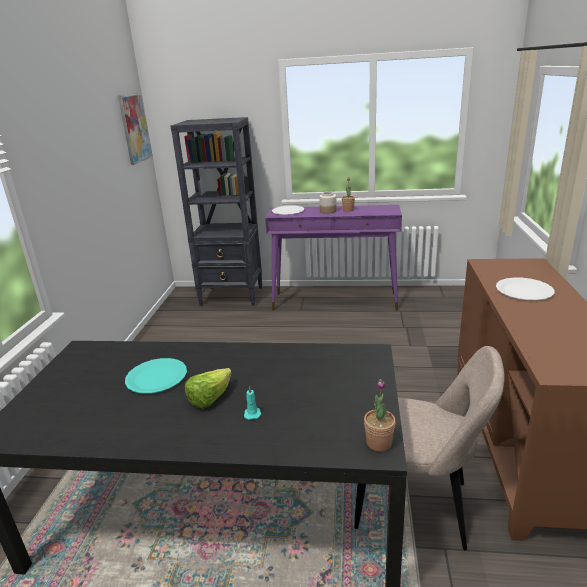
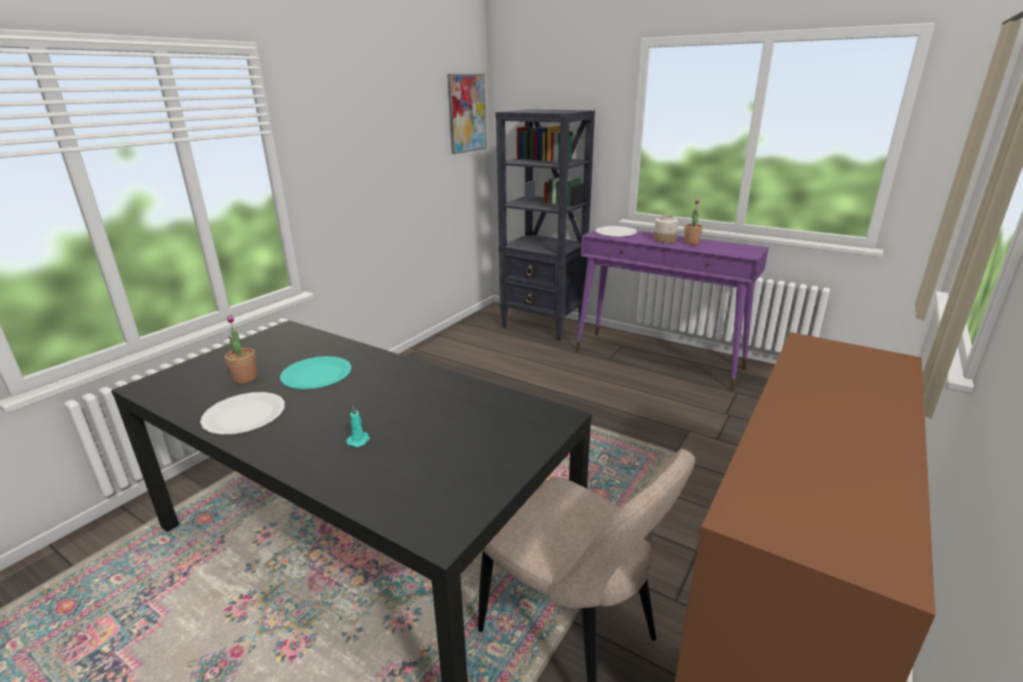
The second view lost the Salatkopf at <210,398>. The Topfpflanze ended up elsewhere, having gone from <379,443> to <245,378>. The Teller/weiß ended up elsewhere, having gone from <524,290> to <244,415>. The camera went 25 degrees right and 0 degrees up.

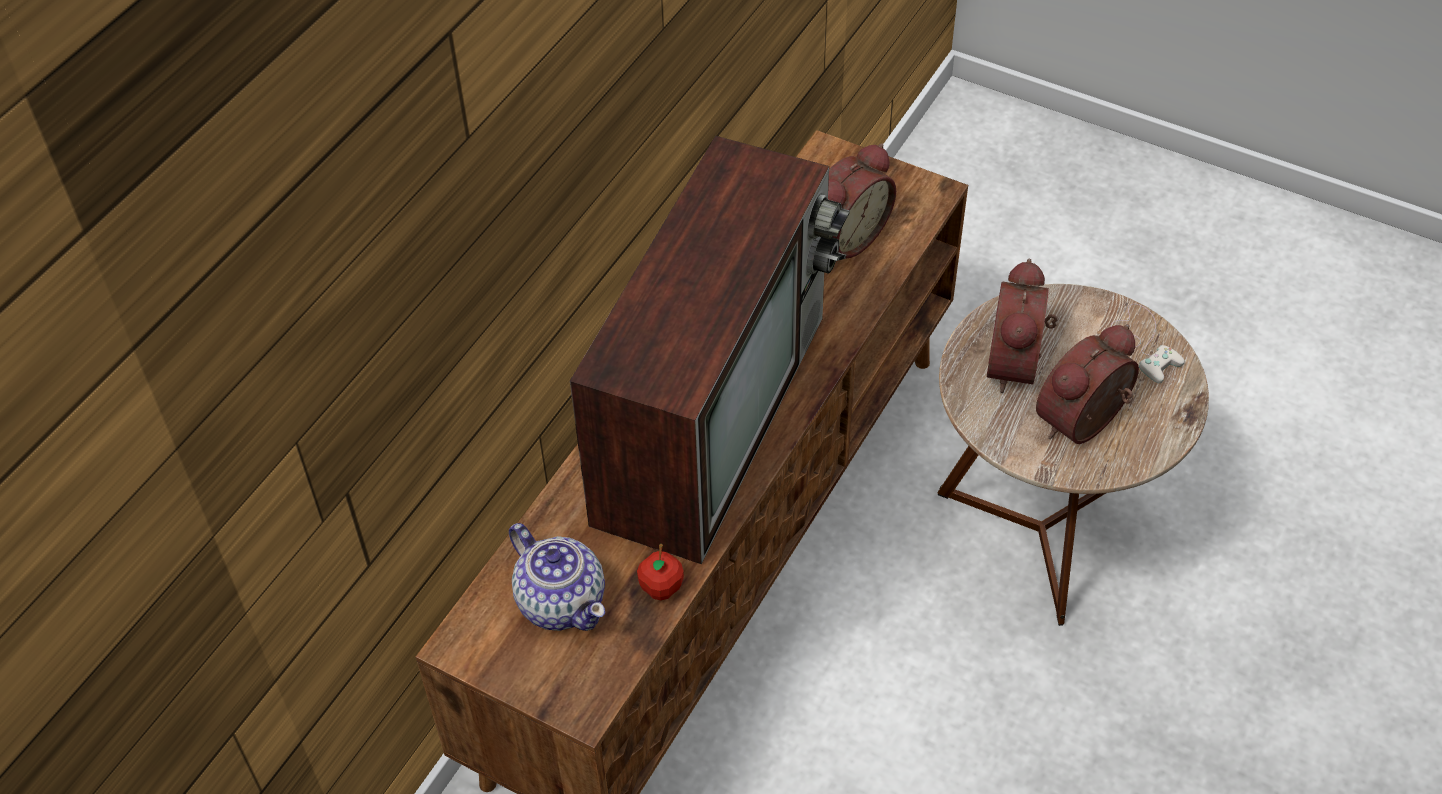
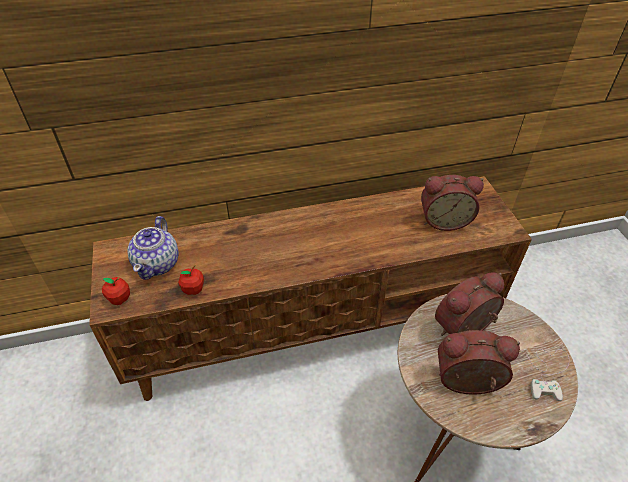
The second view lost the Fernseher at <711,412>. The second view gained the Apfel at <119,299>. The camera went 45 degrees right and 5 degrees down.

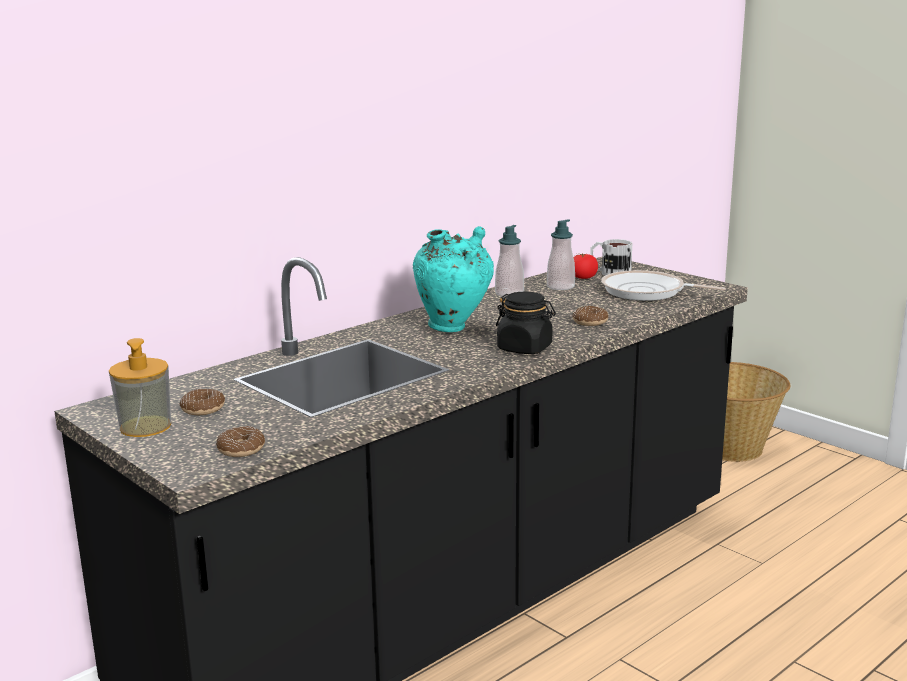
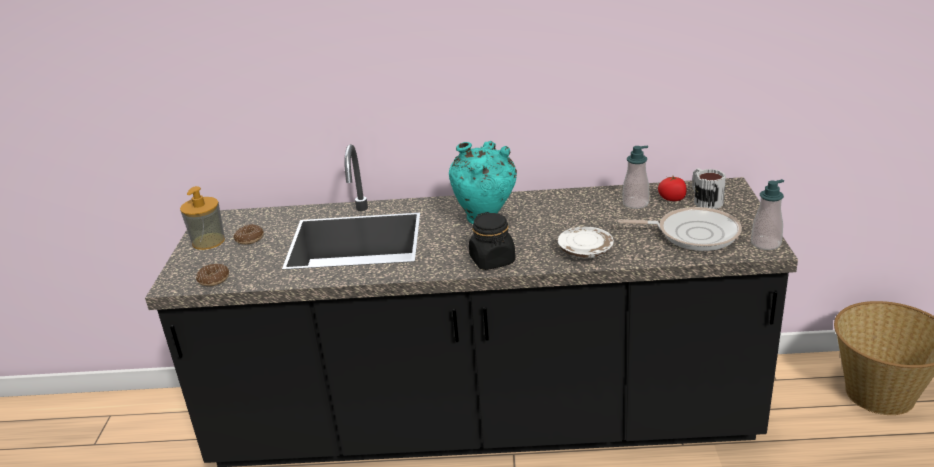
The Seifenspender ended up elsewhere, having gone from <509,294> to <765,243>. Where the Donut stood at <590,322>, the Teller/weiß came to stand at <585,251>. The Pfanne at <647,292> ended up facing another way, 120 degrees clockwise from before. The camera went 45 degrees right and 10 degrees up.

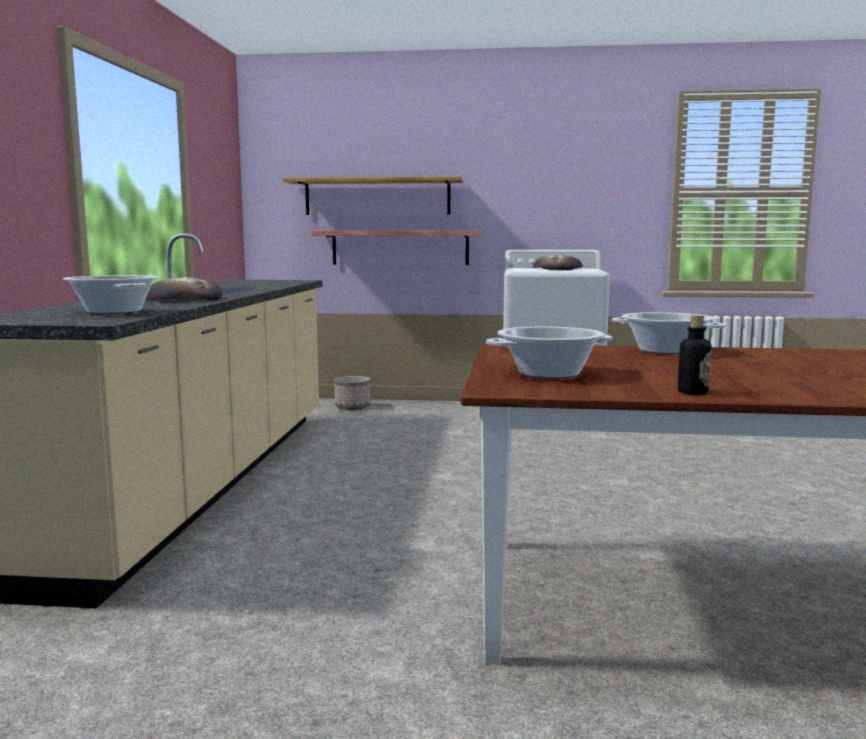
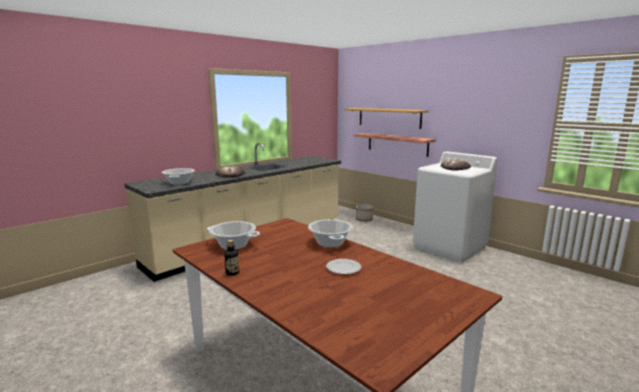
The second view gained the Teller at <344,268>. The camera went 40 degrees right and 5 degrees up.

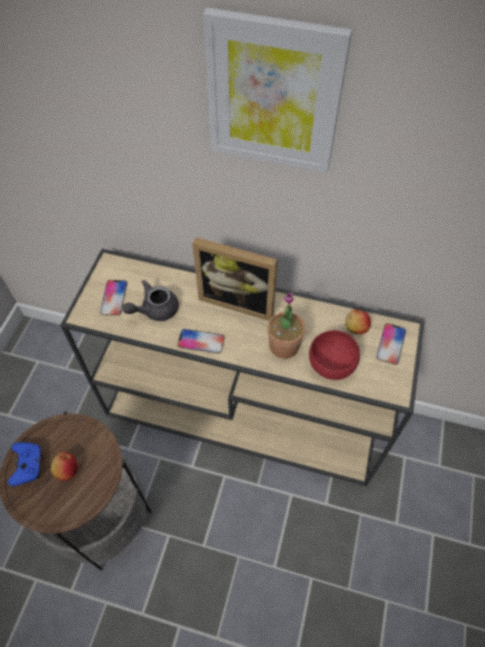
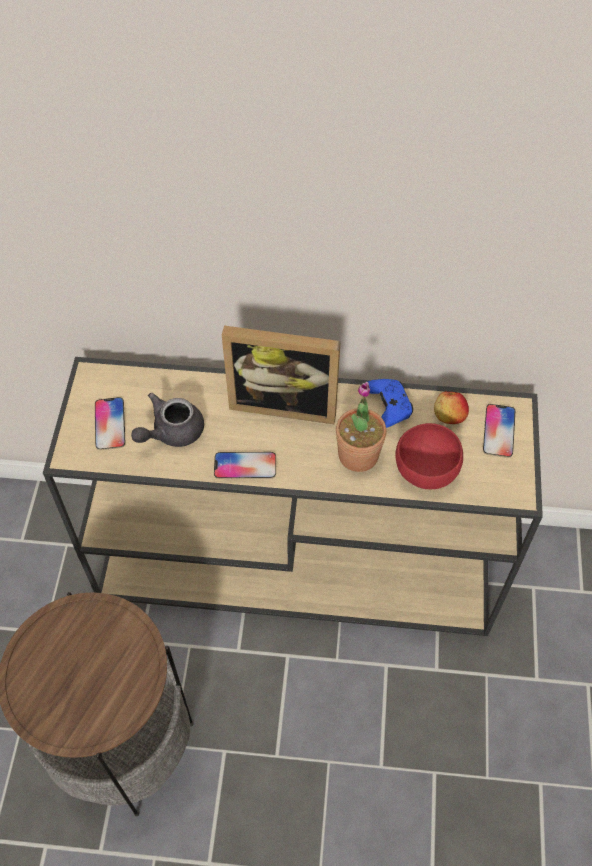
The Gamepad/blau ended up elsewhere, having gone from <28,465> to <388,407>. The second view lost the Apfel at <66,470>. The second view lost the Bild at <273,94>. The camera went 10 degrees left and 0 degrees up.

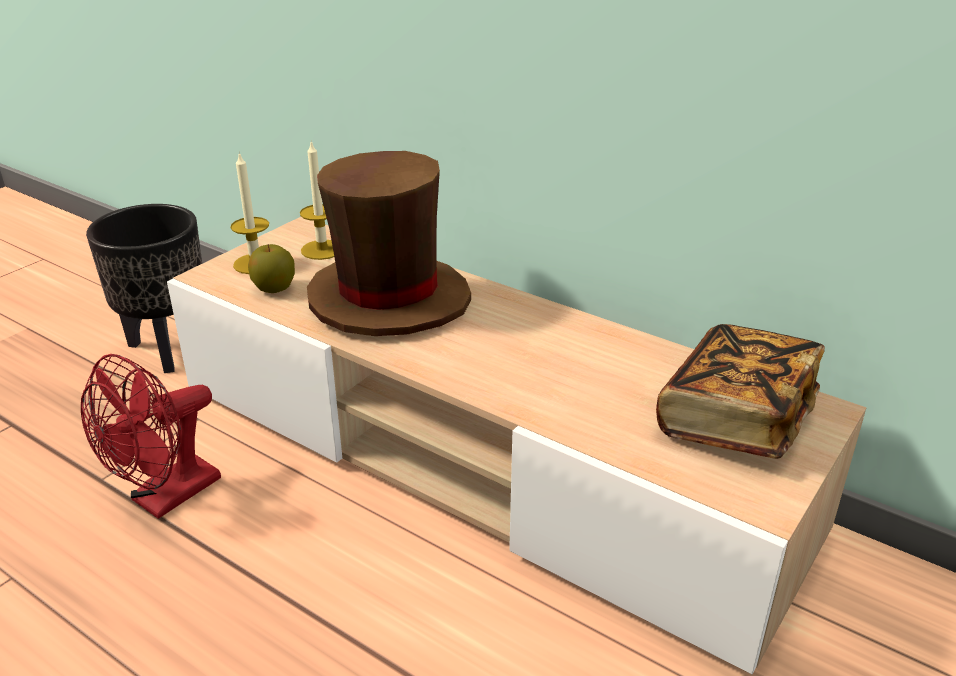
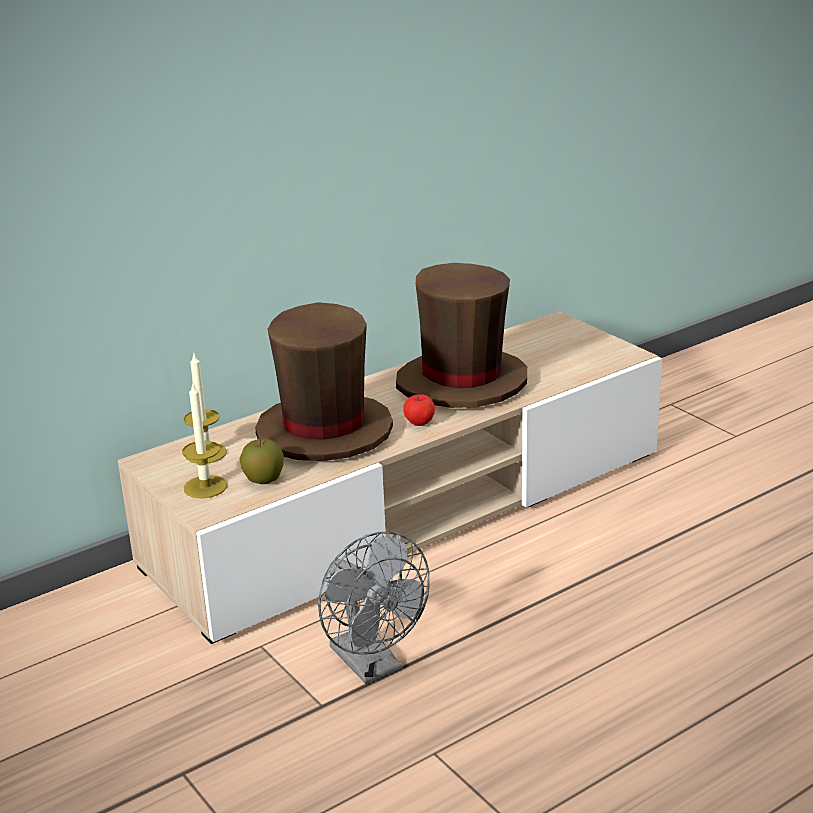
What was the Ventilator/rot at <166,498> turned into the Ventilator/grau at <373,665>. The second view lost the Pflanzkübel/schwarz at <170,349>. The second view lost the Buch at <735,419>. The second view gained the Hut/braun at <461,383>. The second view gained the Apfel at <420,422>. The camera went 70 degrees left and 5 degrees down.

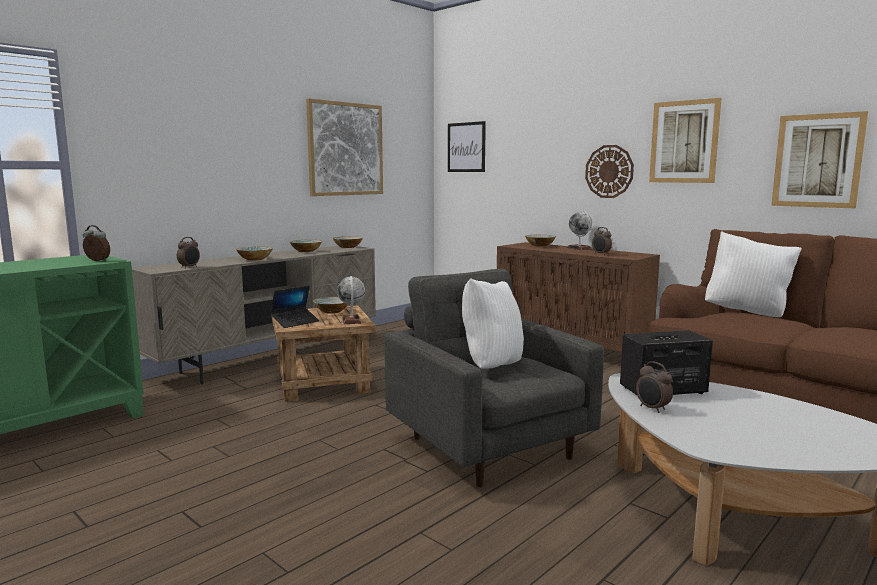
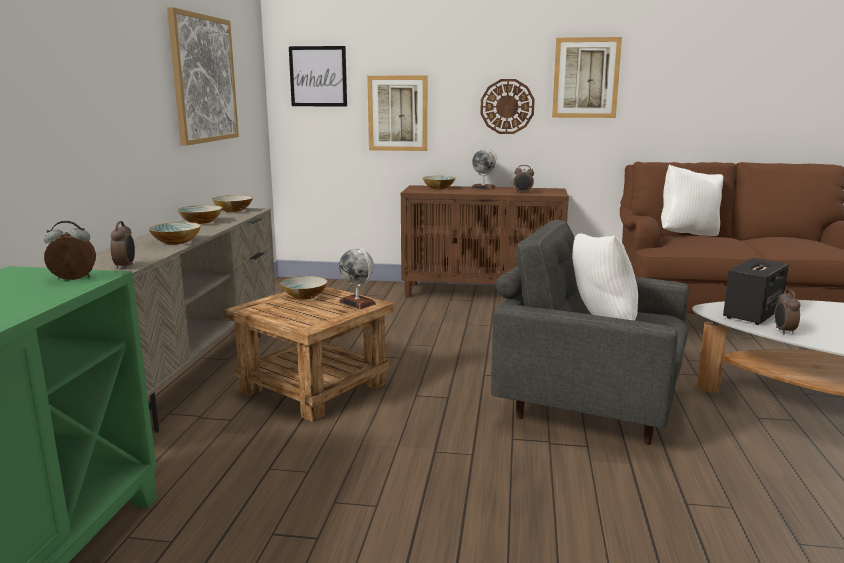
The second view lost the Laptop at <295,322>. The Wecker at <652,409> ended up facing another way, 75 degrees clockwise from before. The Bild ended up elsewhere, having gone from <817,161> to <397,113>. The camera went 35 degrees left and 5 degrees up.

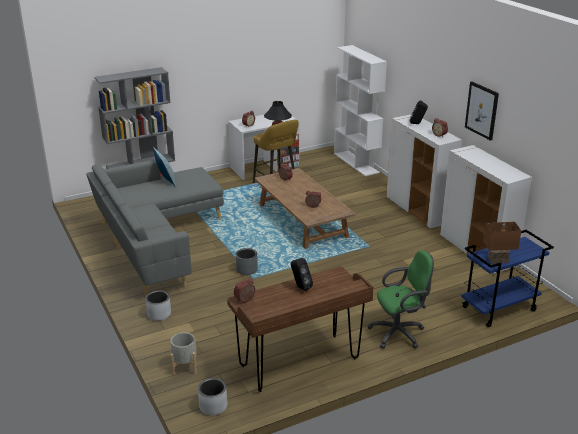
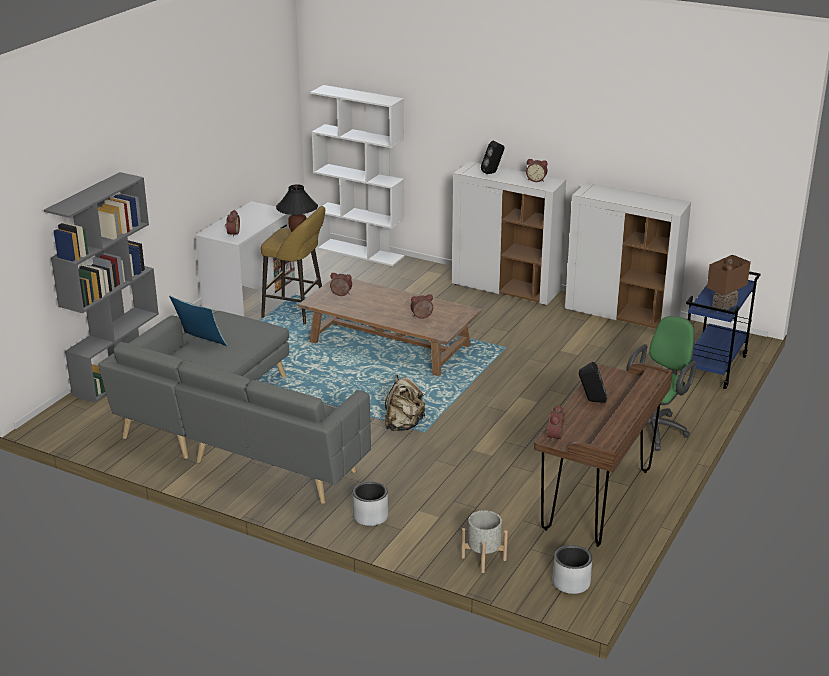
Where the Pflanzkübel/grau stood at <246,270>, the Rucksack/beige came to stand at <403,425>. The second view lost the Bild at <482,110>. The camera went 35 degrees left and 0 degrees up.

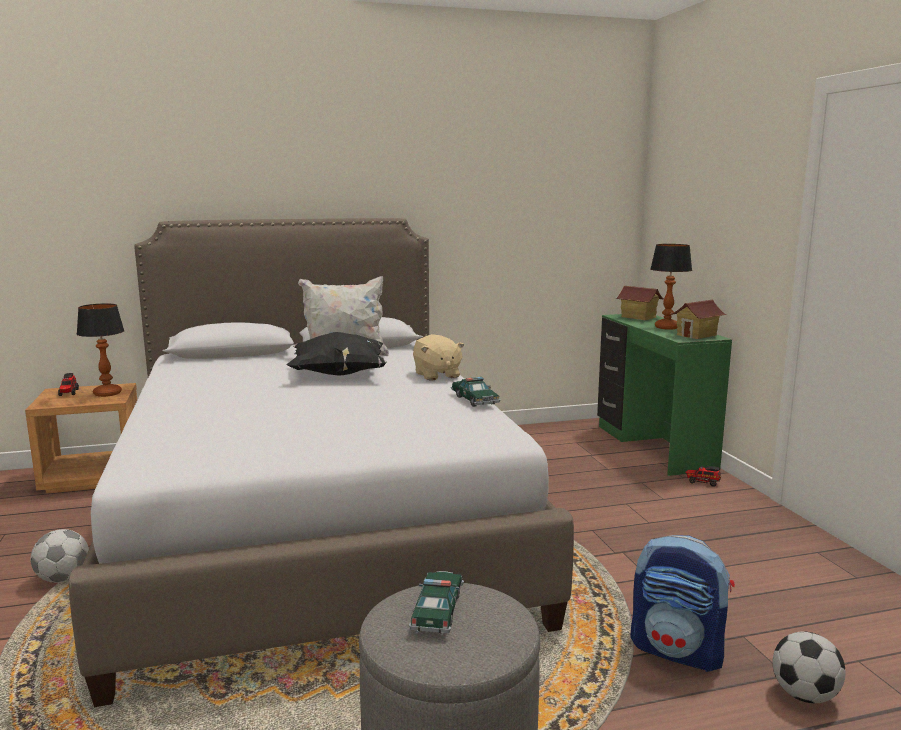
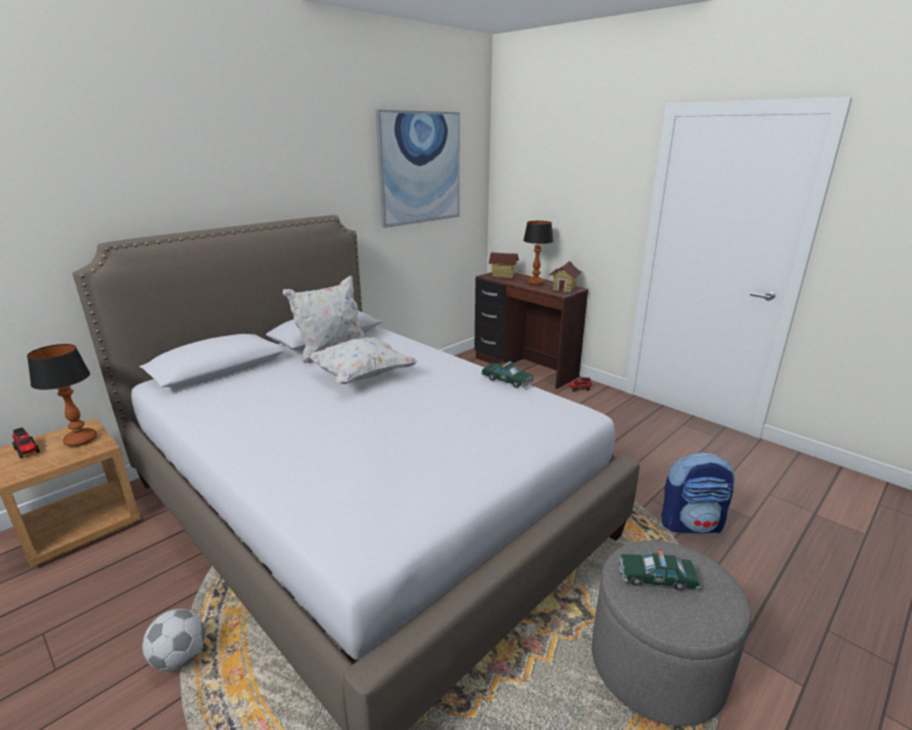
What was the Kissen/schwarz at <338,375> turned into the Kissen/weiß at <361,376>. The Spielzeugauto at <437,611> ended up facing another way, 60 degrees counterclockwise from before. The second view lost the Plüschtier/beige at <436,375>. What was the Schreibtisch/grün at <652,447> turned into the Schreibtisch/braun at <524,367>. The second view lost the Fußball at <805,695>. The second view gained the Bild at <420,168>. The camera went 30 degrees left and 10 degrees up.

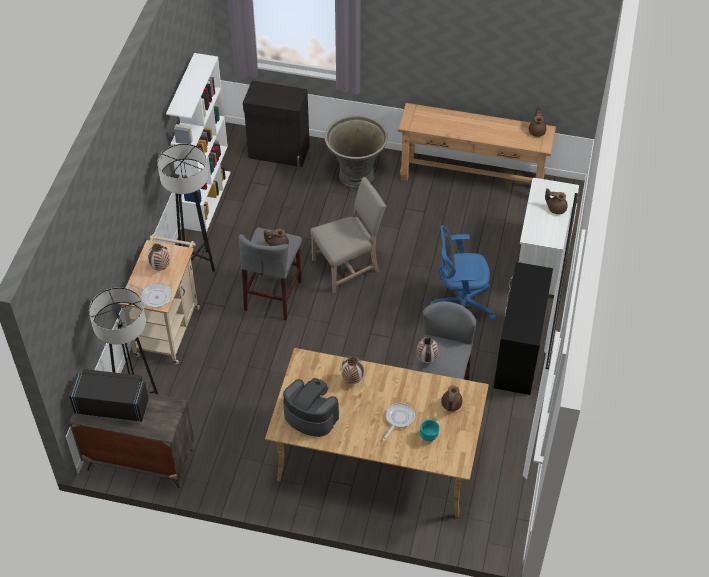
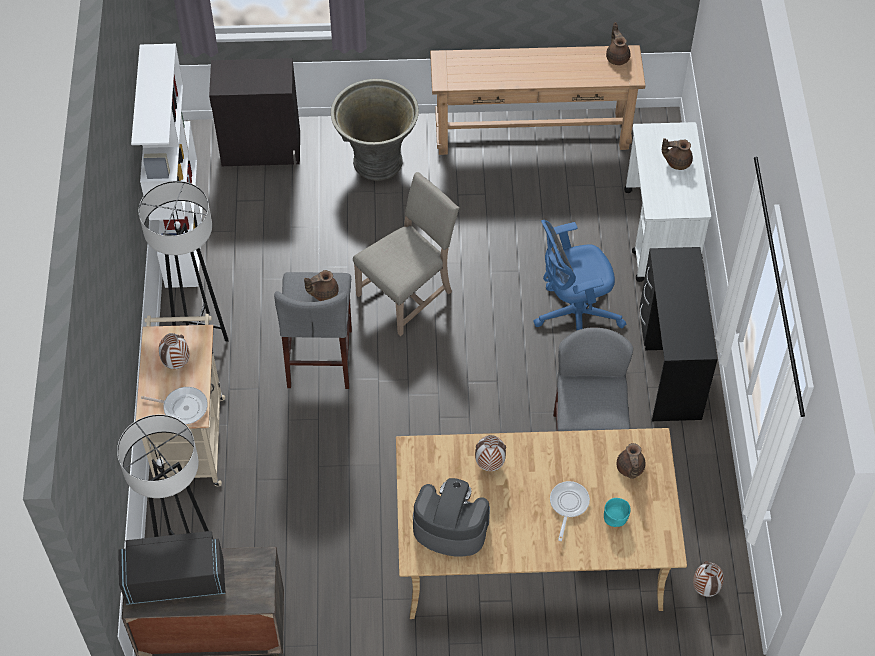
The Vase ended up elsewhere, having gone from <426,360> to <704,589>. The camera went 15 degrees left and 5 degrees up.

